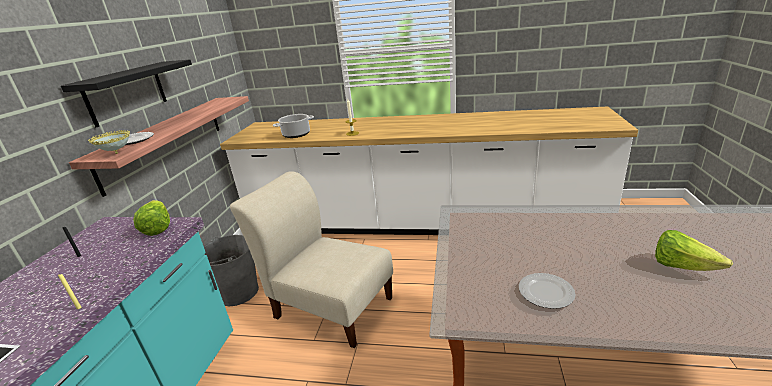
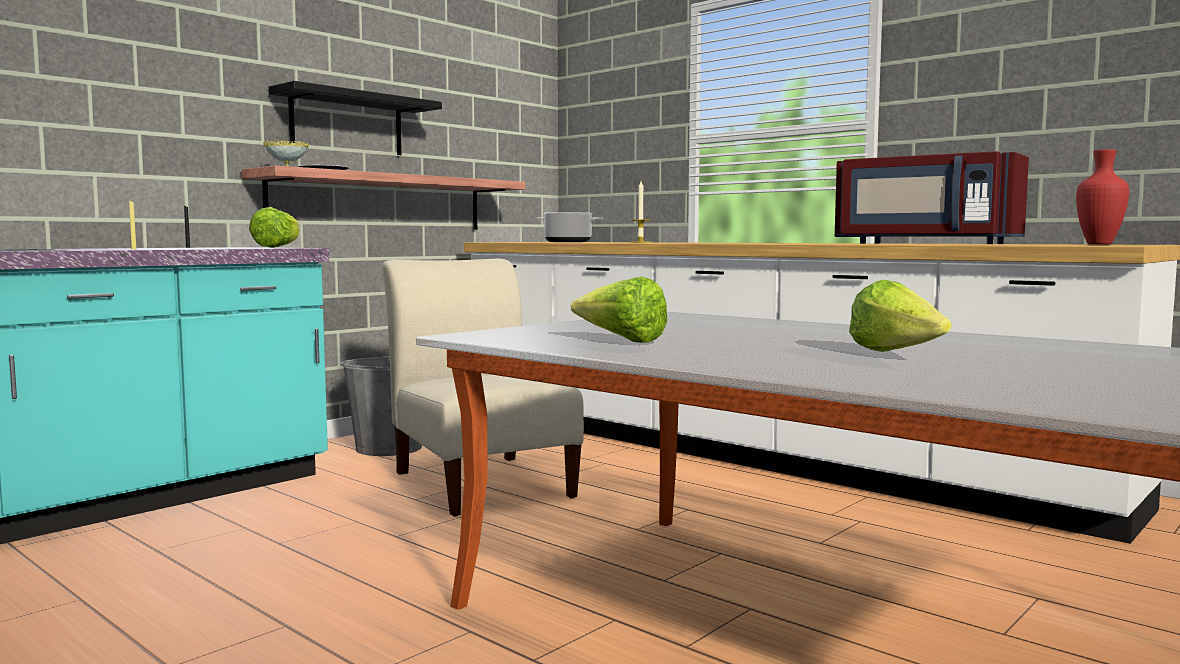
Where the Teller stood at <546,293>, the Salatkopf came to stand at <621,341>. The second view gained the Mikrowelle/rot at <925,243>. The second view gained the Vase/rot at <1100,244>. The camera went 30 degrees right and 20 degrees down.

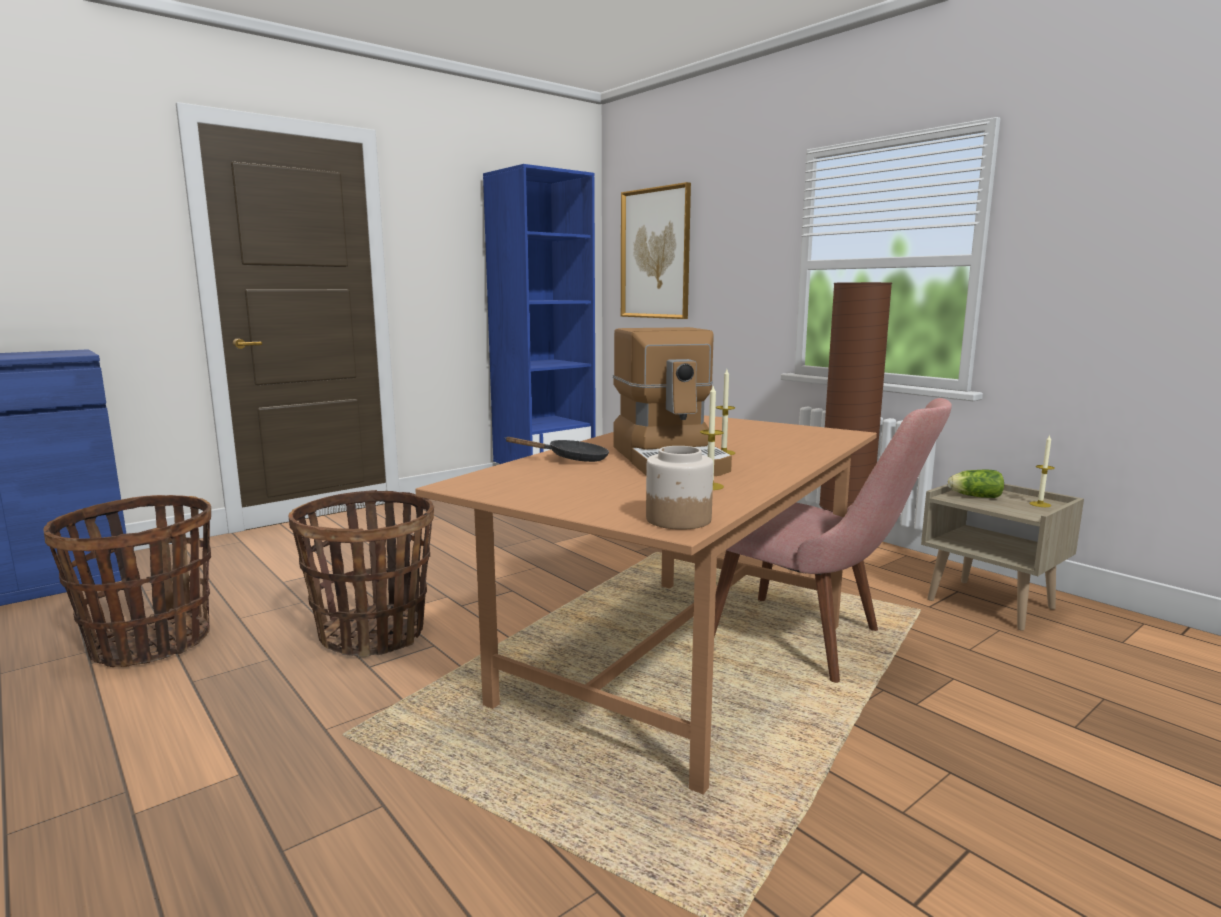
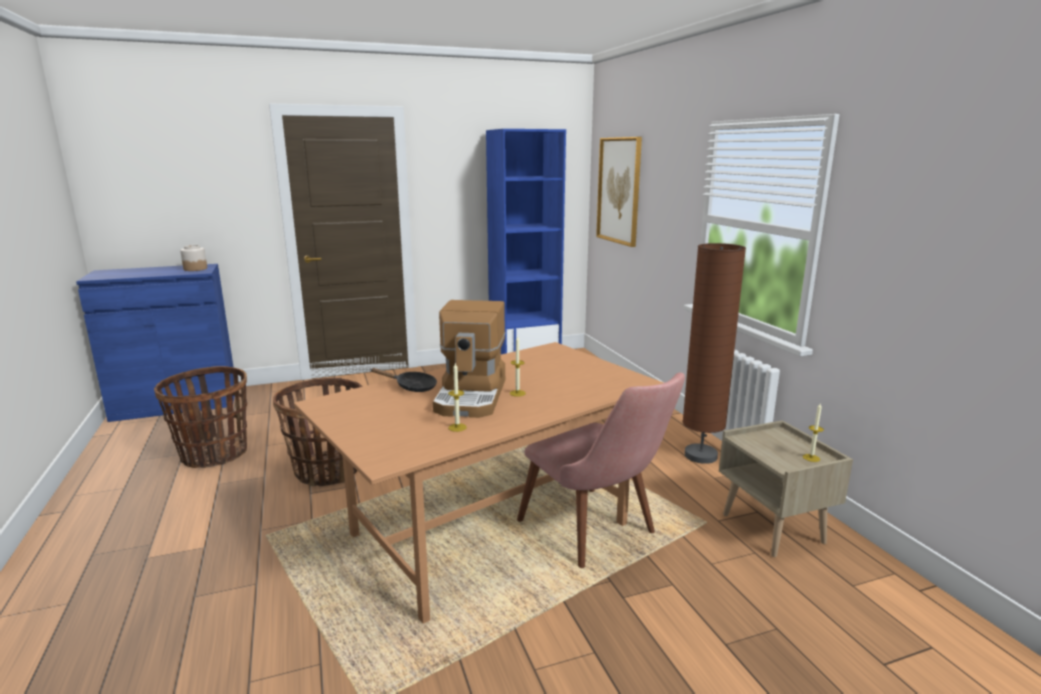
The Vorratsglas ended up elsewhere, having gone from <677,519> to <195,269>. The second view lost the Salatkopf at <973,496>. The camera went 20 degrees right and 5 degrees up.

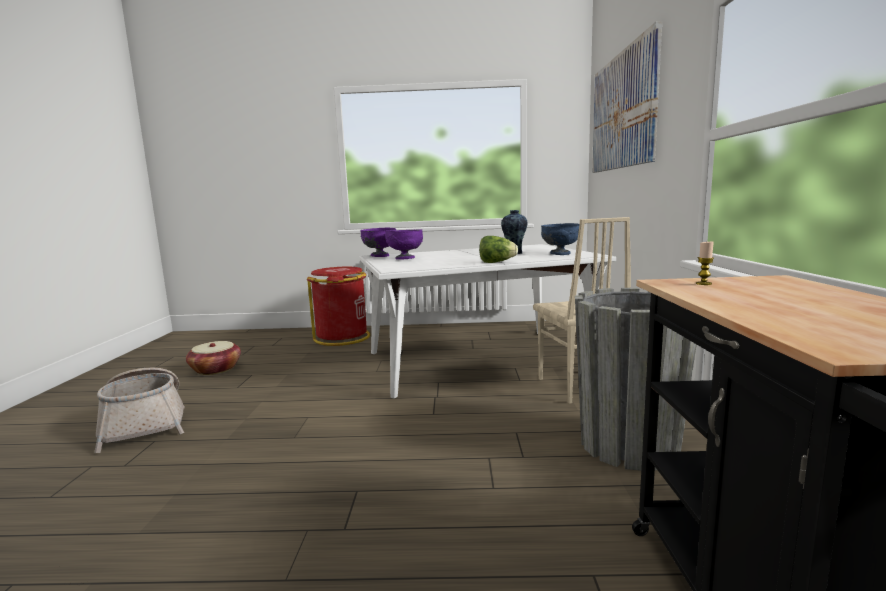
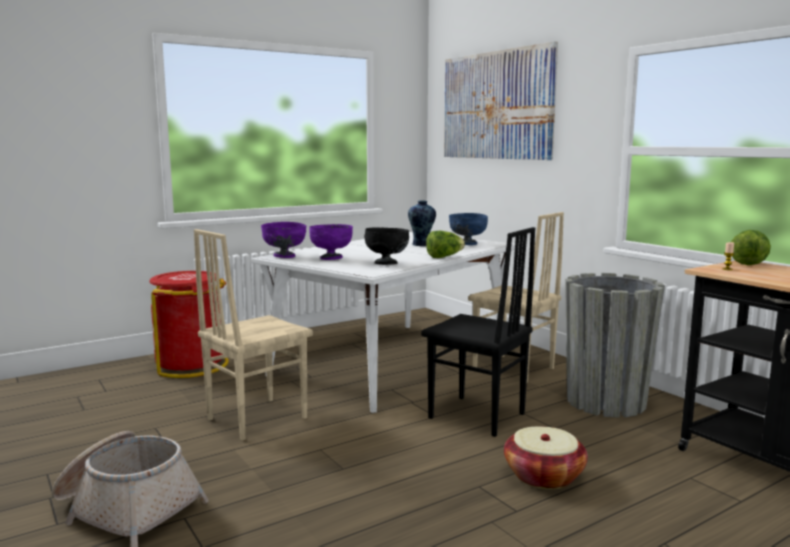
The Korb ended up elsewhere, having gone from <215,369> to <544,476>. The second view gained the Stuhl/beige at <255,418>. The second view gained the Schüssel/schwarz at <386,263>. The second view gained the Stuhl/schwarz at <476,416>. The second view gained the Salatkopf at <749,263>. The camera went 35 degrees left and 0 degrees up.

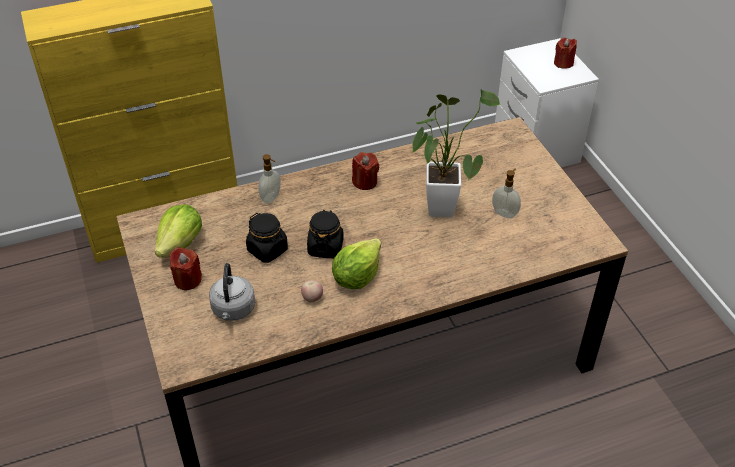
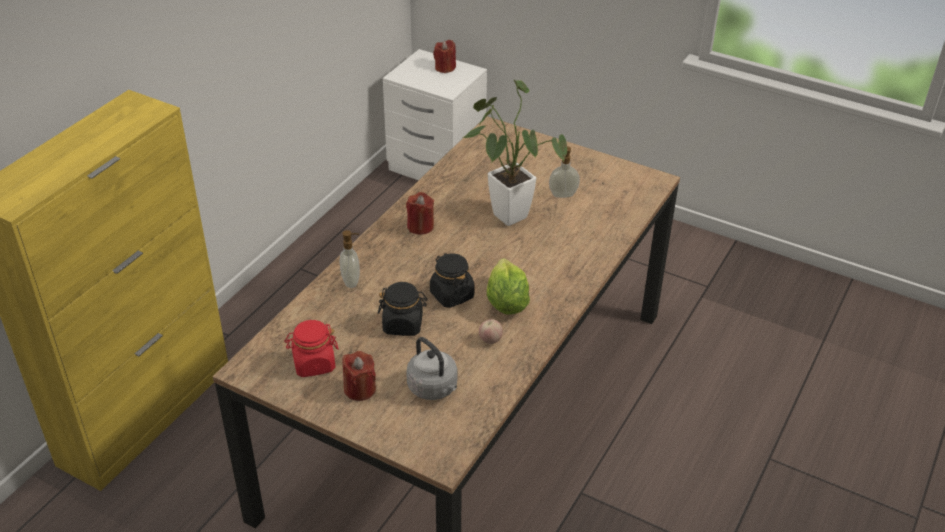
Where the Salatkopf stood at <181,244>, the Vorratsglas/rot came to stand at <313,364>. The camera went 40 degrees left and 5 degrees down.

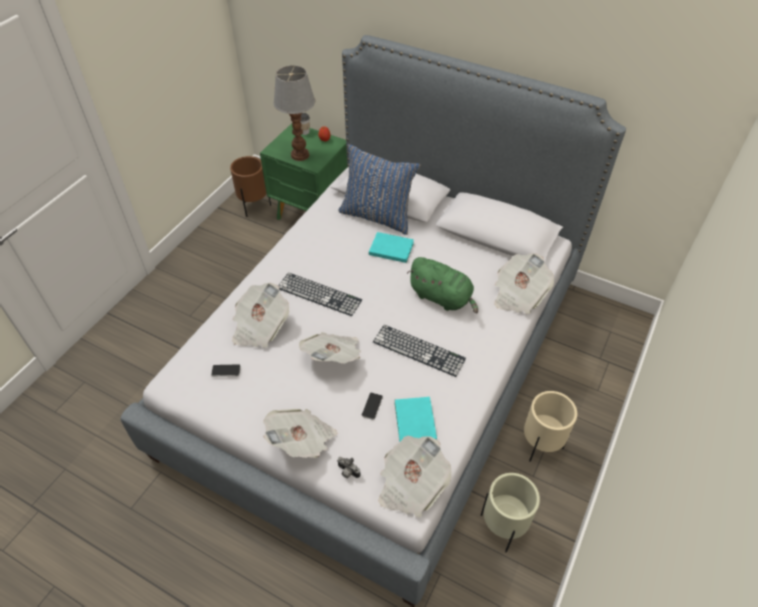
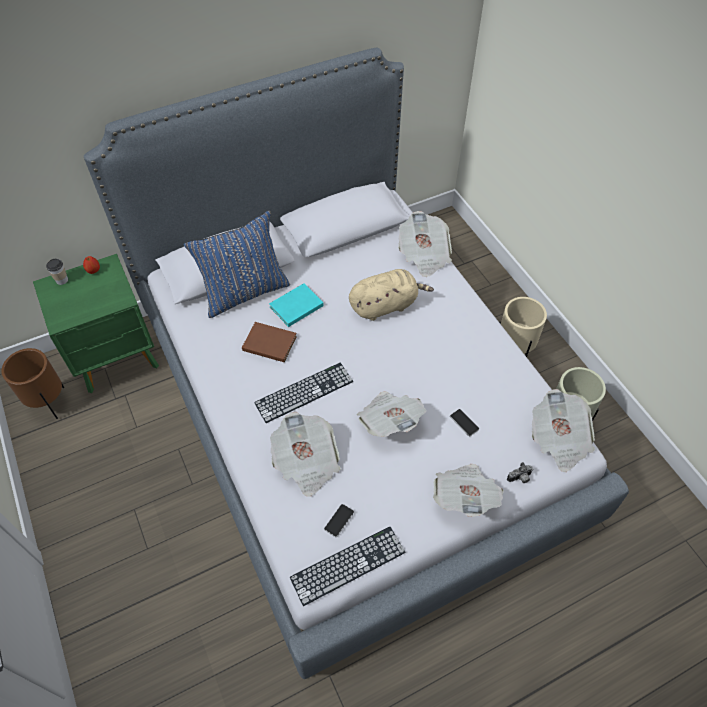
The second view lost the Tischlampe at <300,155>. The Tastatur ended up elsewhere, having gone from <418,350> to <348,565>. The second view lost the Buch/türkis at <414,423>. What was the Plüschtier/grün at <442,298> turned into the Plüschtier/beige at <385,305>. The second view gained the Buch/braun at <268,342>. The camera went 55 degrees left and 5 degrees up.

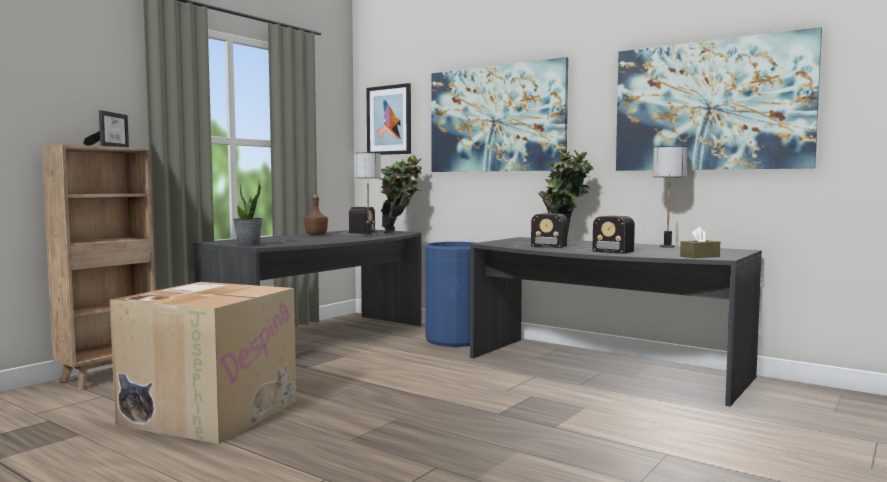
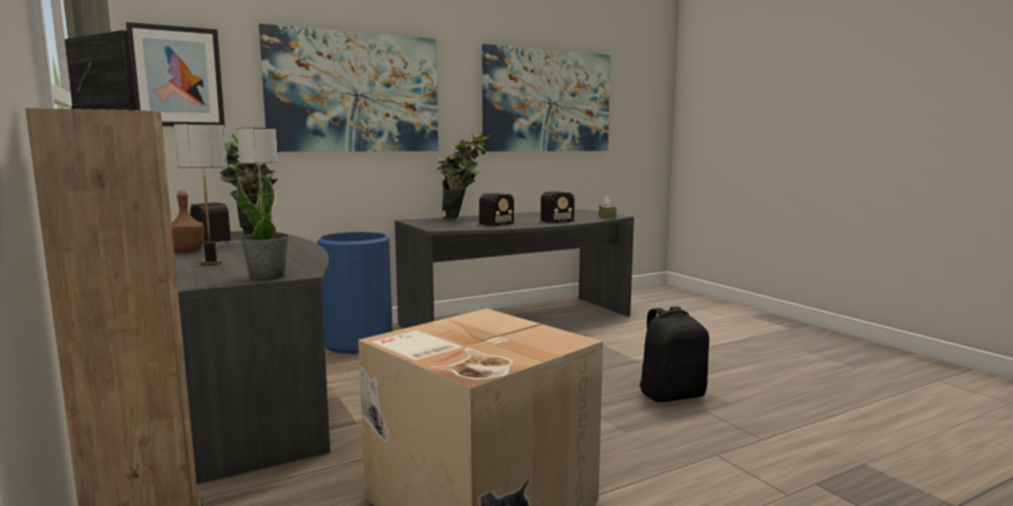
The Tischlampe ended up elsewhere, having gone from <667,246> to <211,263>. The second view gained the Rucksack/schwarz at <671,395>. The camera went 65 degrees left and 5 degrees up.

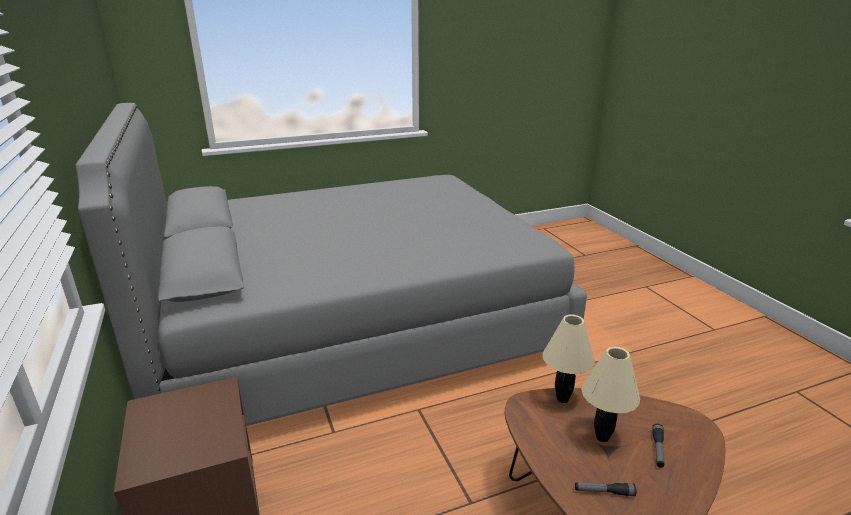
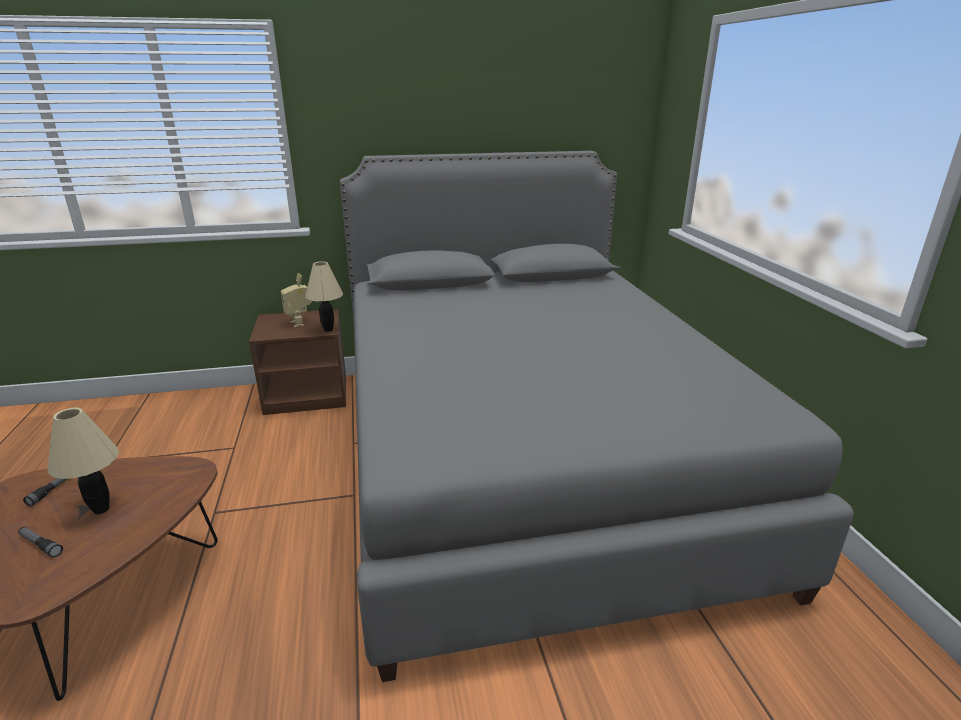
The Tischlampe/beige ended up elsewhere, having gone from <562,399> to <328,330>. The second view gained the Spielzeugroboter at <300,323>. The camera went 100 degrees right and 0 degrees up.

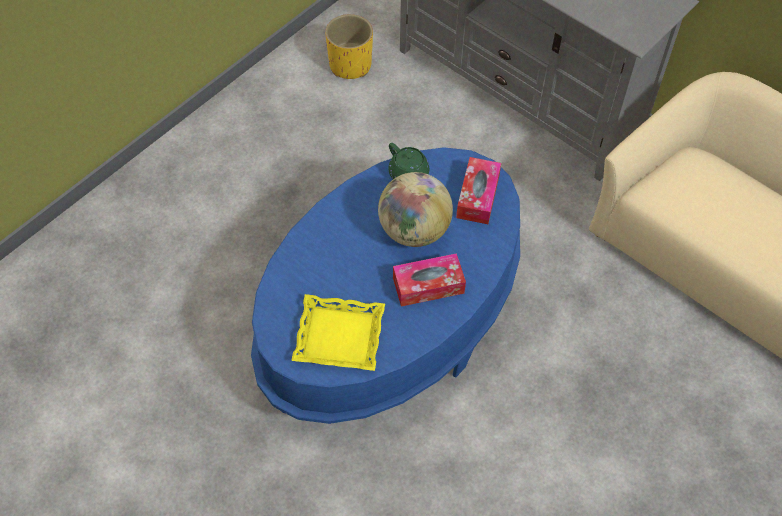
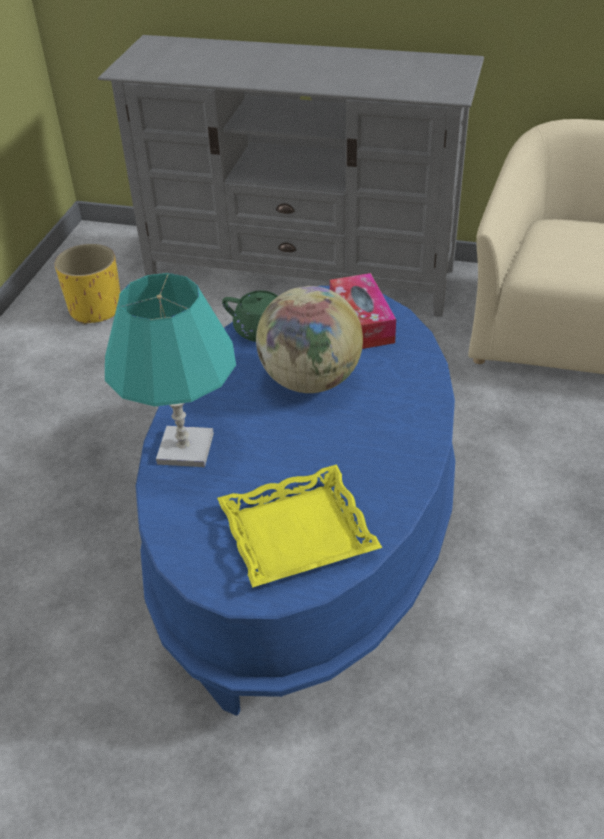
The second view lost the Taschentuchbox at <428,285>. The second view gained the Tischlampe/türkis at <184,448>. The camera went 25 degrees left and 15 degrees down.

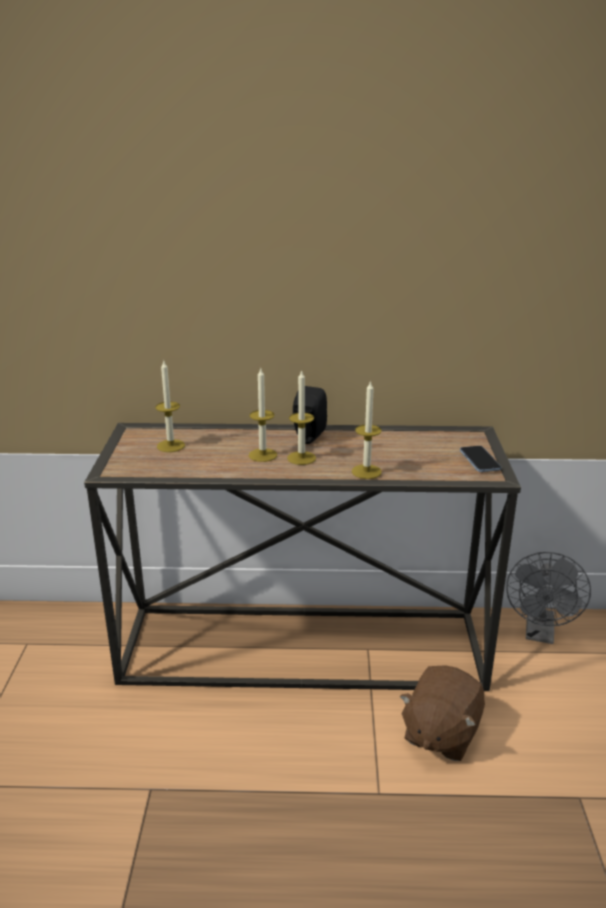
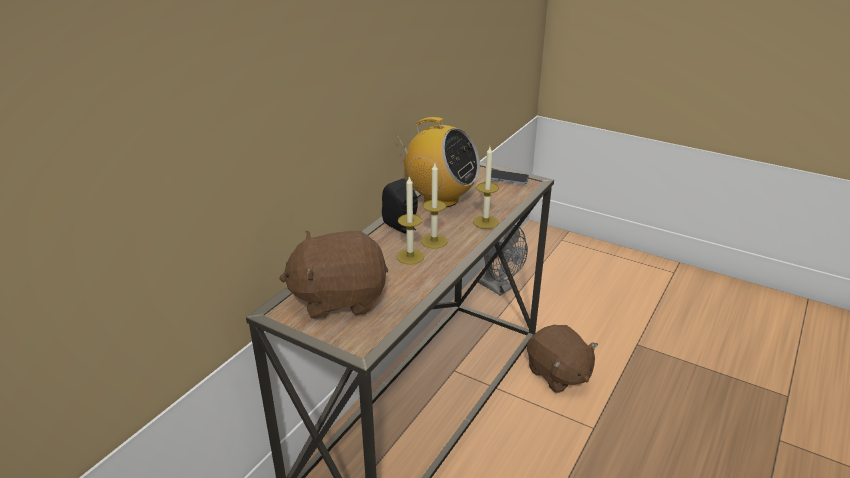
Where the Kerze stood at <171,446>, the Plüschtier/braun came to stand at <339,298>. The second view gained the Radio at <440,199>. The camera went 60 degrees left and 5 degrees up.

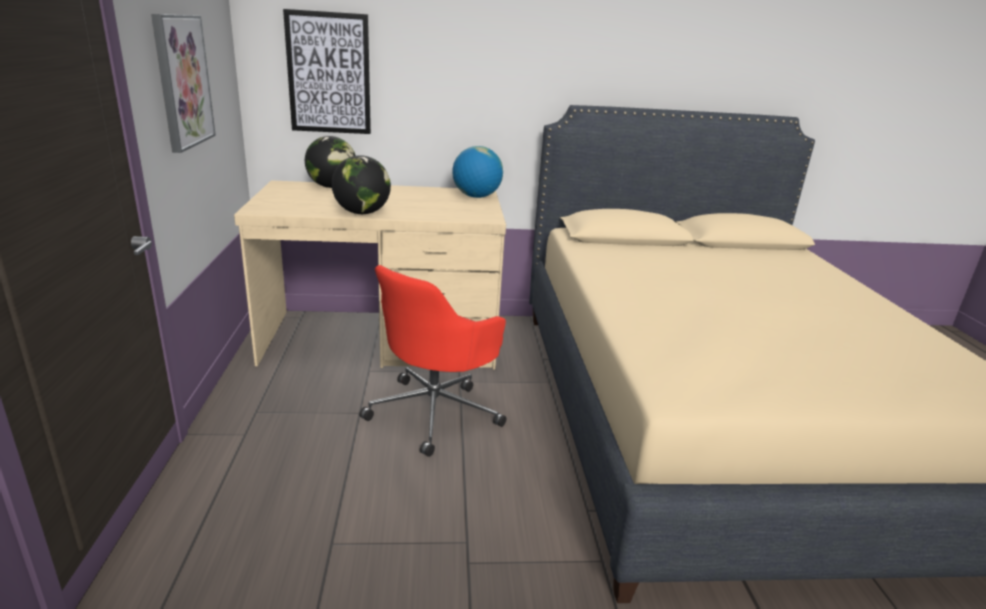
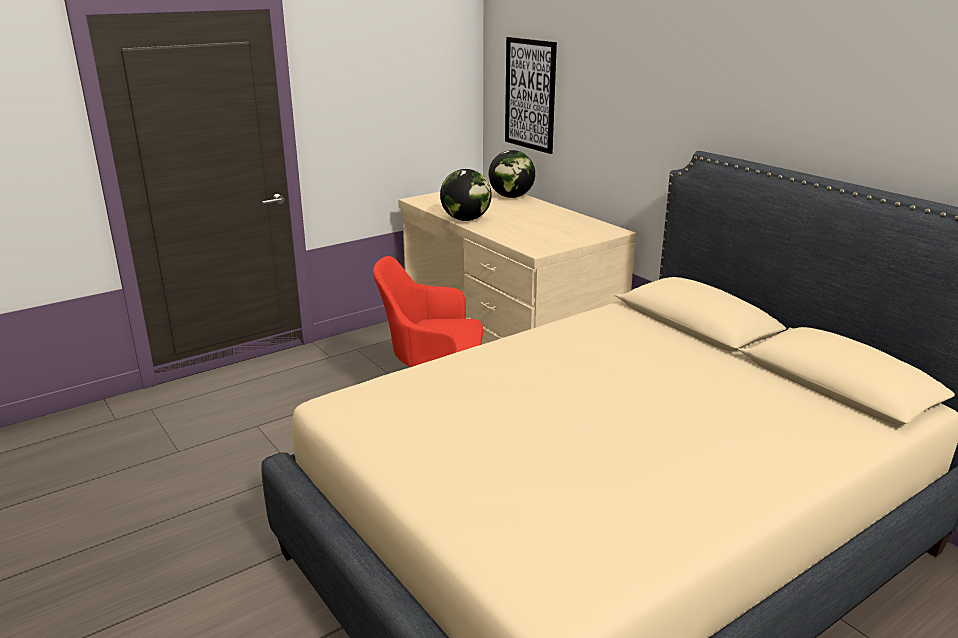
The second view lost the Bild at <182,81>. The second view lost the Globus at <476,196>. The camera went 60 degrees right and 0 degrees up.

